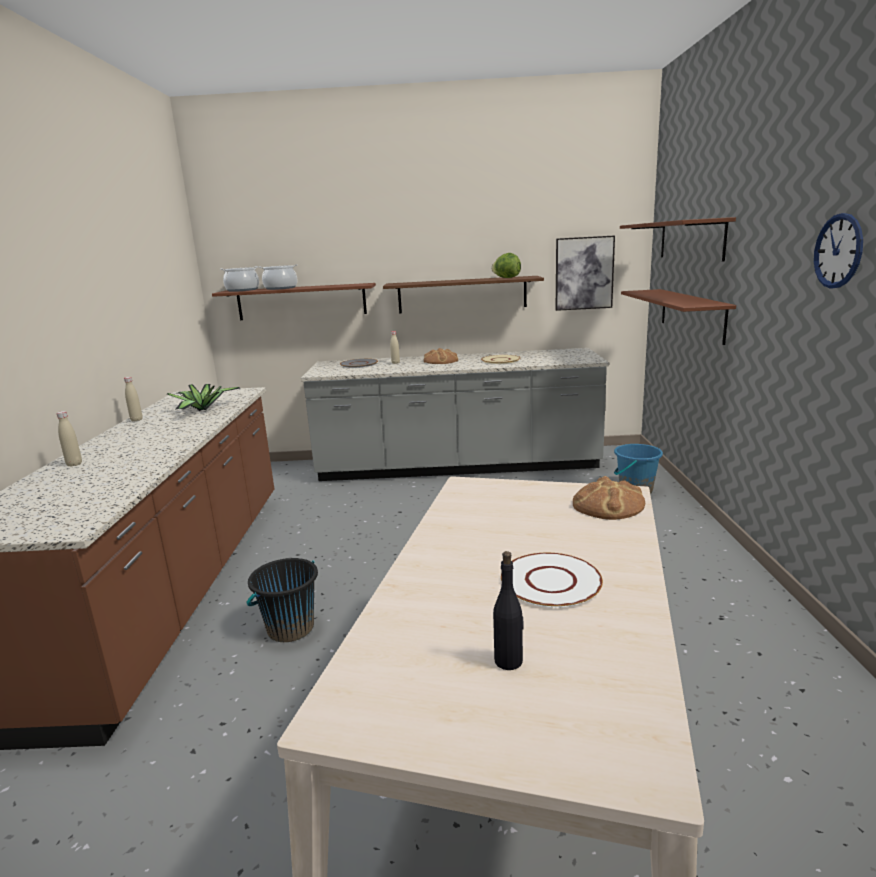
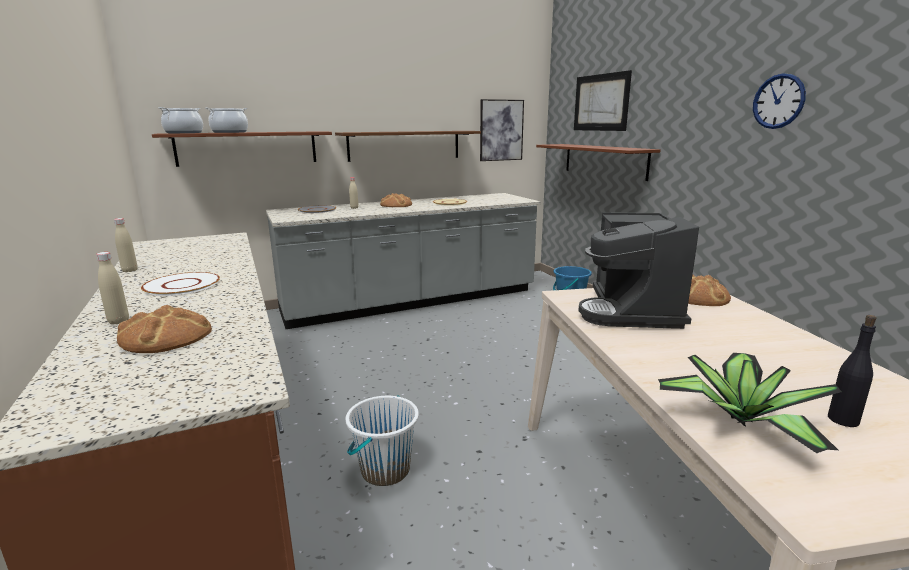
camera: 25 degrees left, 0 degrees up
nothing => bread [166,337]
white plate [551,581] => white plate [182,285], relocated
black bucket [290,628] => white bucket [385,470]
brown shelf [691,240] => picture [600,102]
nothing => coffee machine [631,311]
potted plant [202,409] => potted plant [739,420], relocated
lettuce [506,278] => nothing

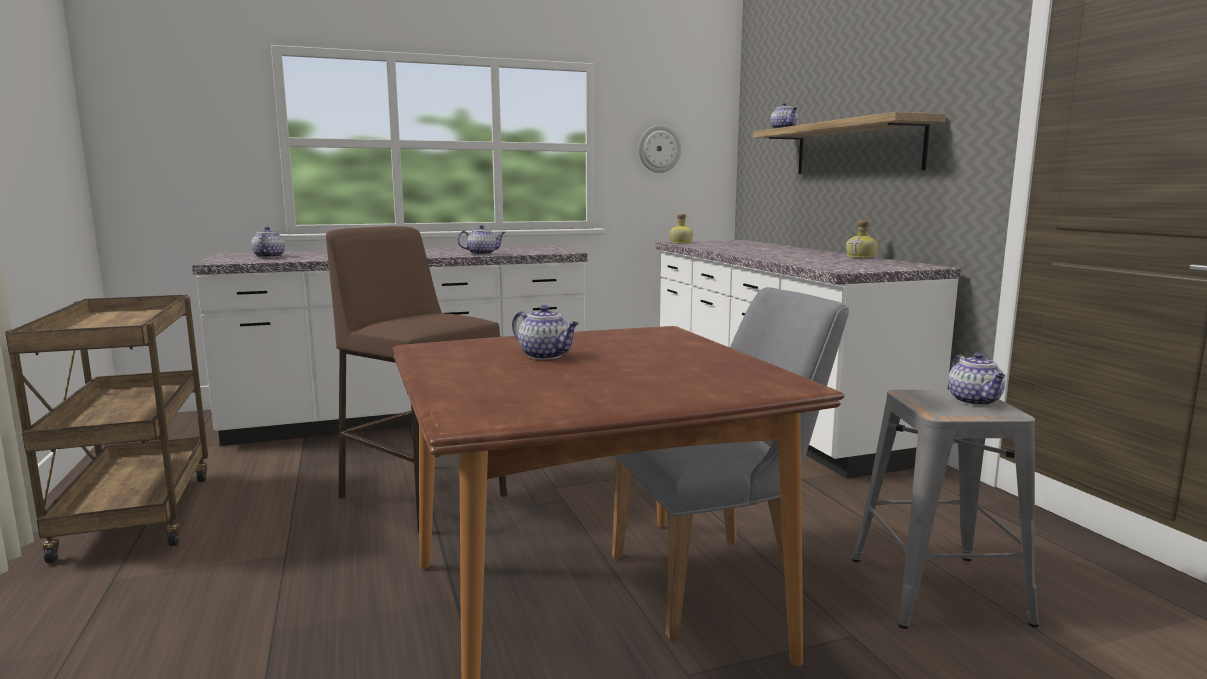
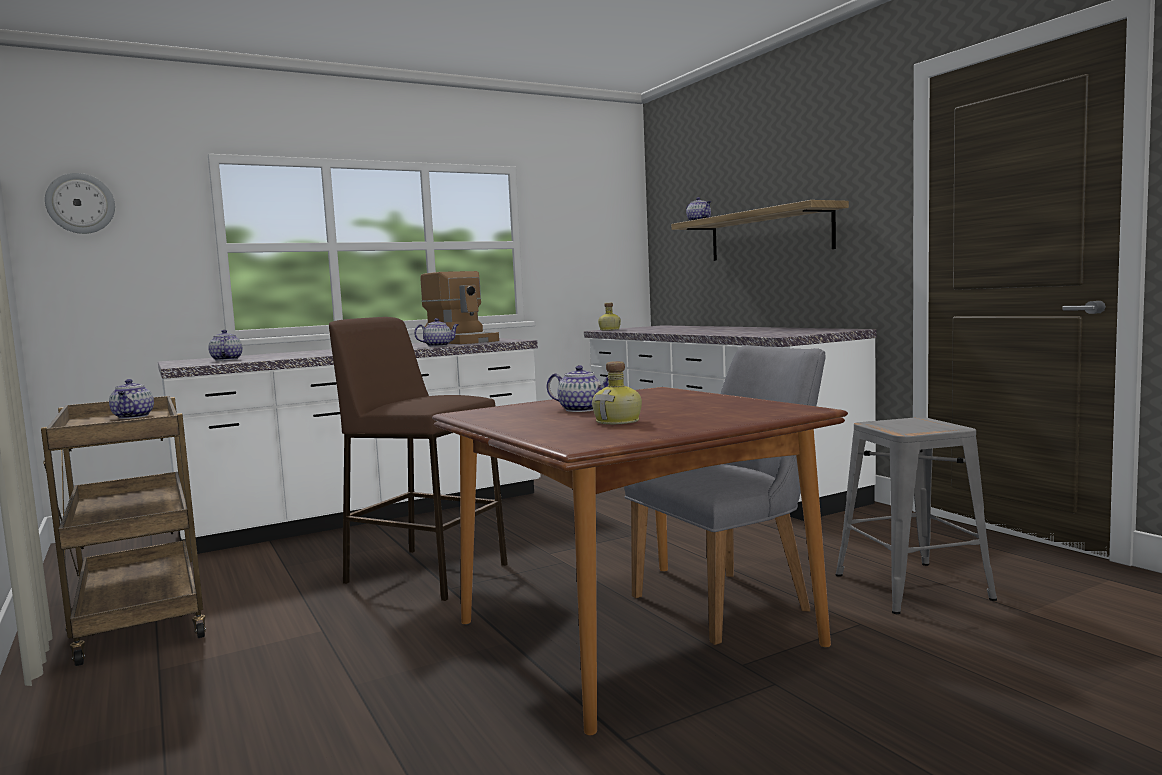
camera: 10 degrees left, 5 degrees down
wall clock [659,149] => wall clock [80,203], relocated
teapot [975,401] => teapot [133,417], relocated
nothing => coffee machine [463,341]
bottle [861,257] => bottle [619,421], relocated

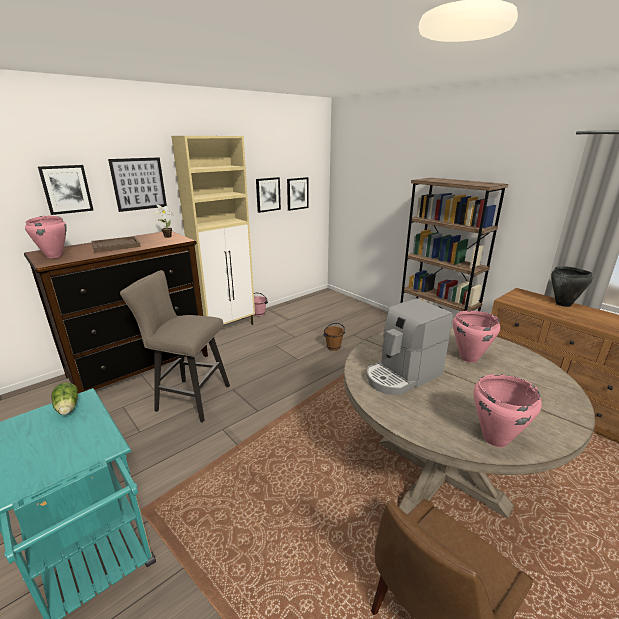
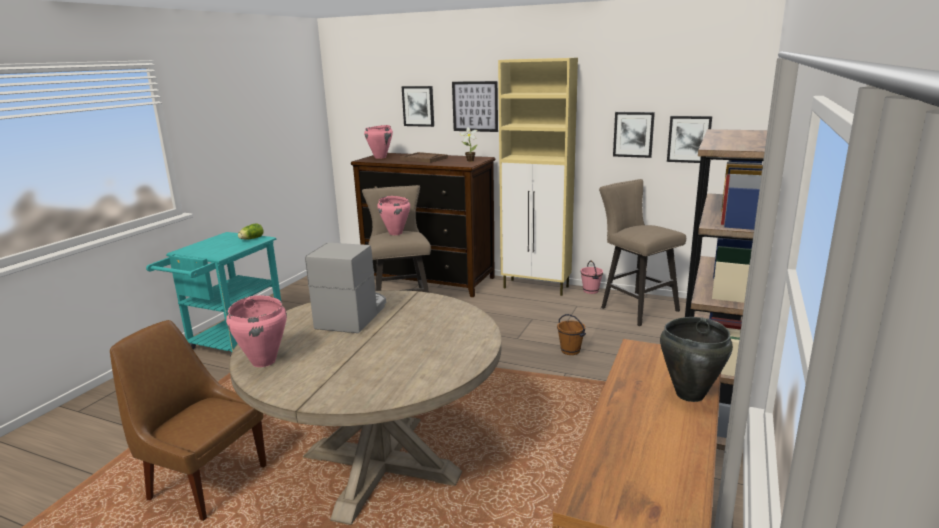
camera: 65 degrees right, 5 degrees down
coffee machine [402,376] => coffee machine [353,315], 75 degrees clockwise
pink cooking pot [468,358] => pink cooking pot [396,233], relocated
nothing => beige stool [635,308]

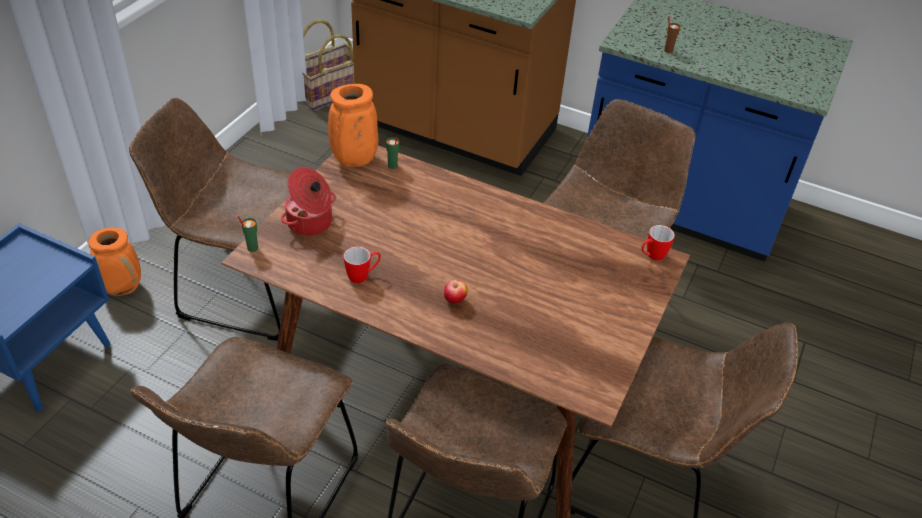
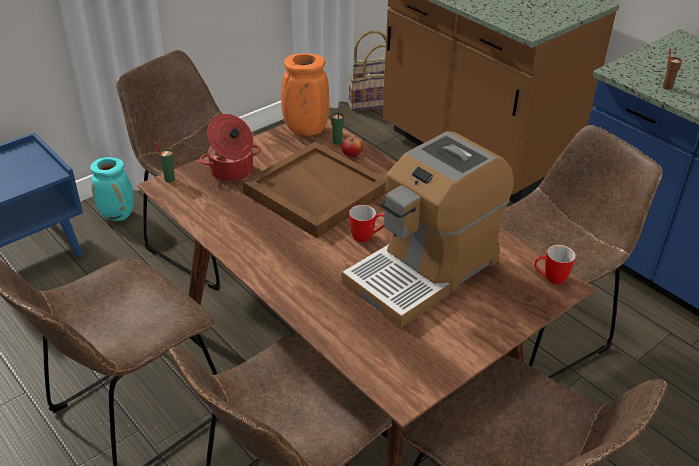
camera: 25 degrees right, 5 degrees down
orange vase [124,288] => turquoise vase [118,215]
nothing => brown tray [314,192]
nothing => coffee machine [424,271]
apple [455,301] => apple [351,156], relocated
mug [363,276] => mug [367,237], relocated

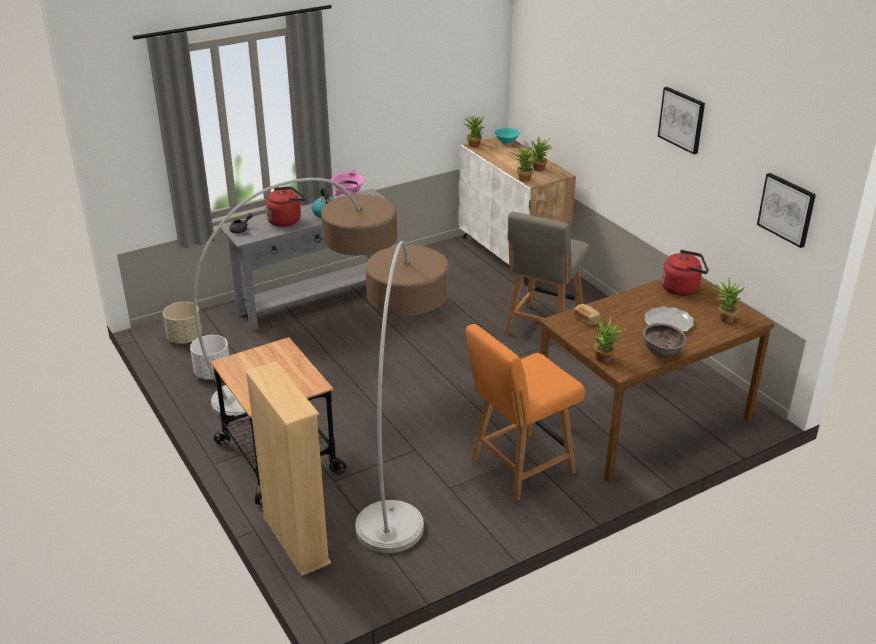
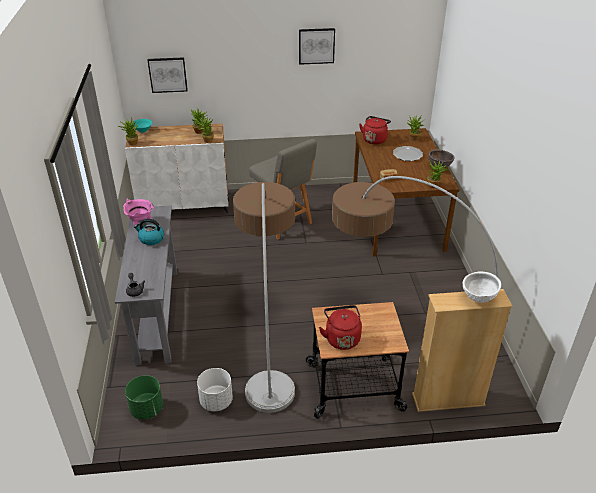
camera: 65 degrees left, 5 degrees up
beige planter [184,338] => green planter [146,409]
picture [787,209] => picture [168,74], relocated
red kettle [286,220] => red kettle [341,338], relocated
nothing => white bowl [478,299]
orange chair [519,467] => nothing

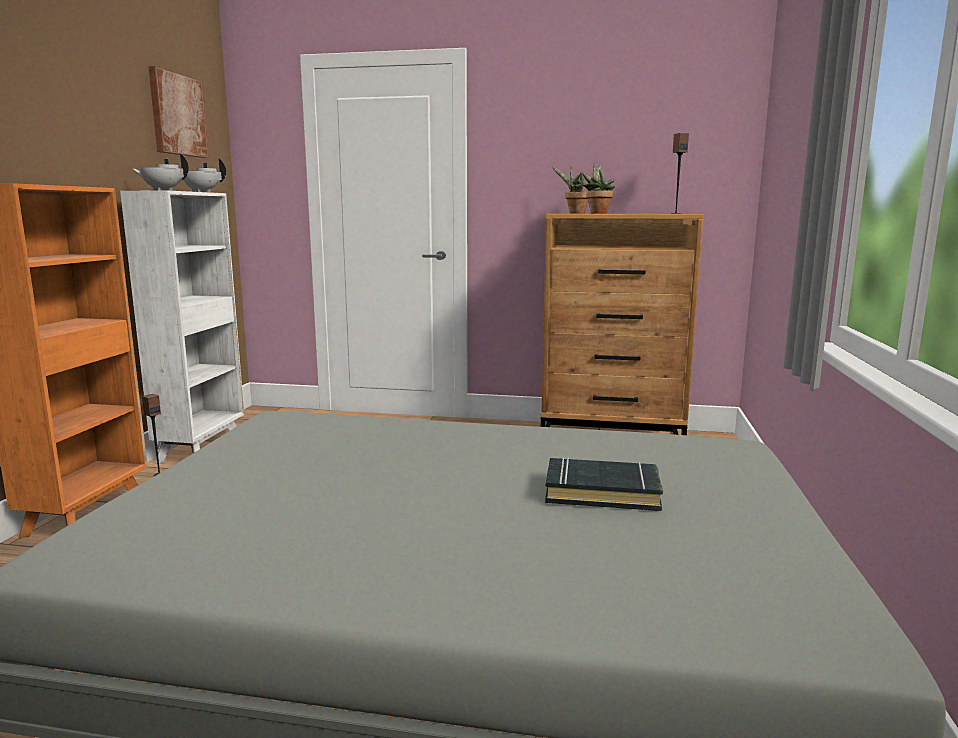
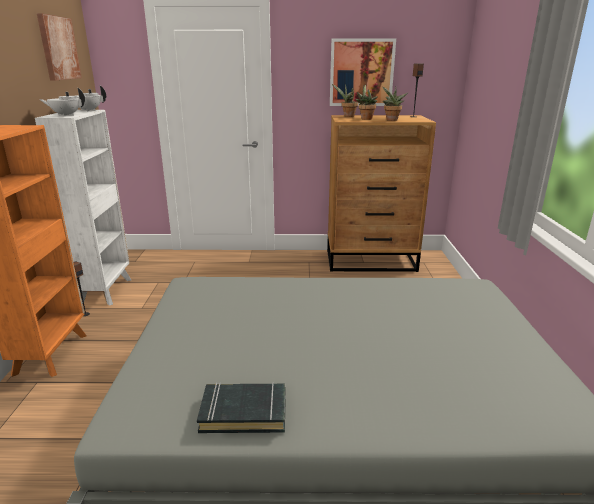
camera: 10 degrees left, 10 degrees up
black book [602,492] => black book [244,412], relocated
nothing => picture [361,73]
nothing => potted plant [391,120]

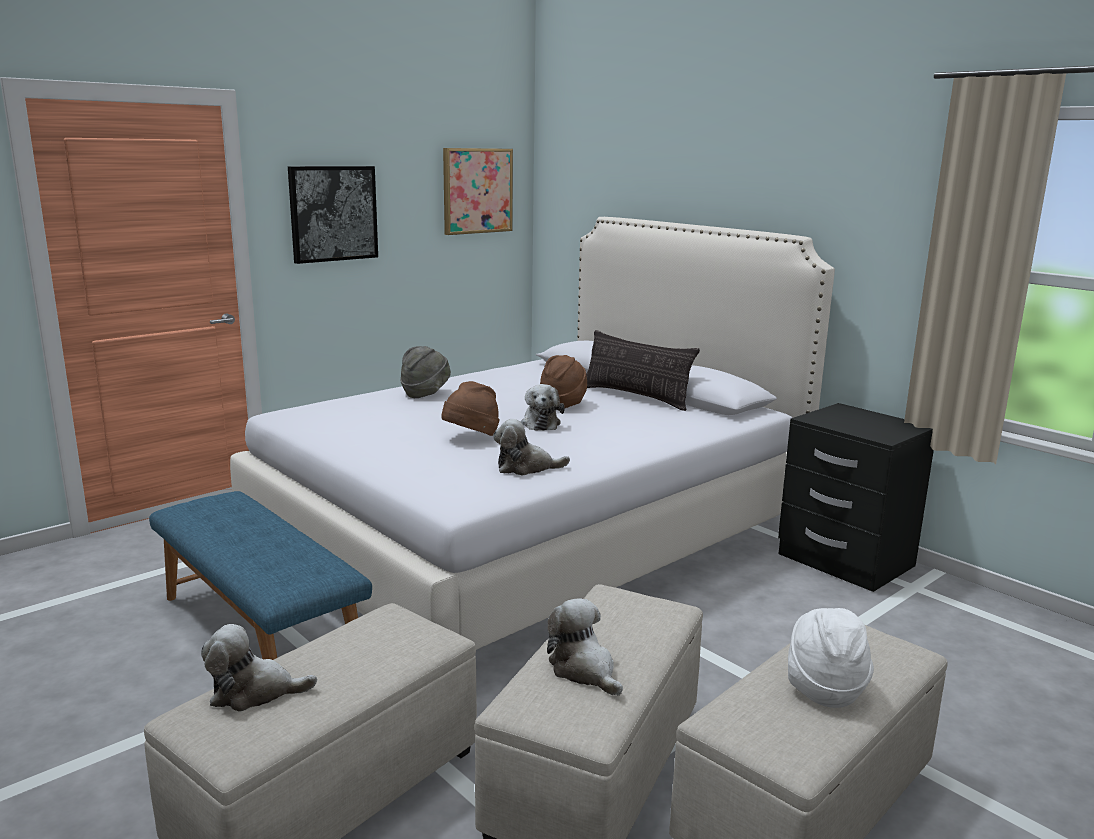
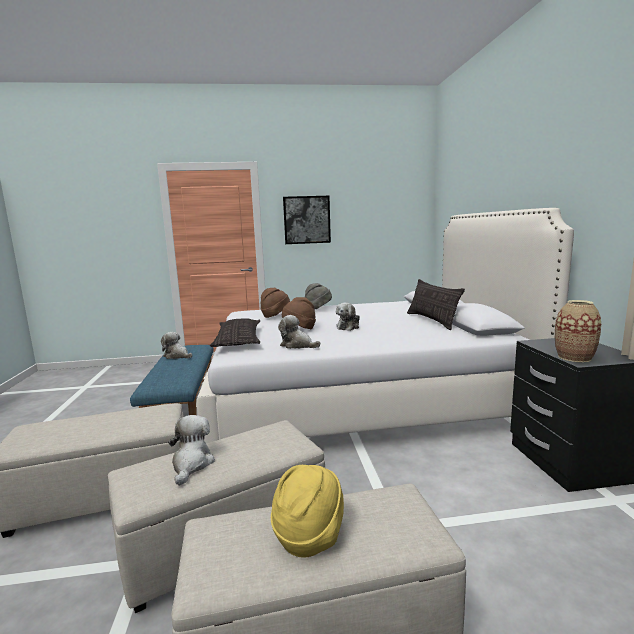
camera: 35 degrees right, 5 degrees down
plush toy [254,692] => plush toy [177,356], relocated
nothing => pillow [238,339]
brown hat [563,404] => brown hat [275,316], relocated
white hat [823,687] => yellow hat [309,535]
nothing => vase [574,357]
picture [477,191] => nothing

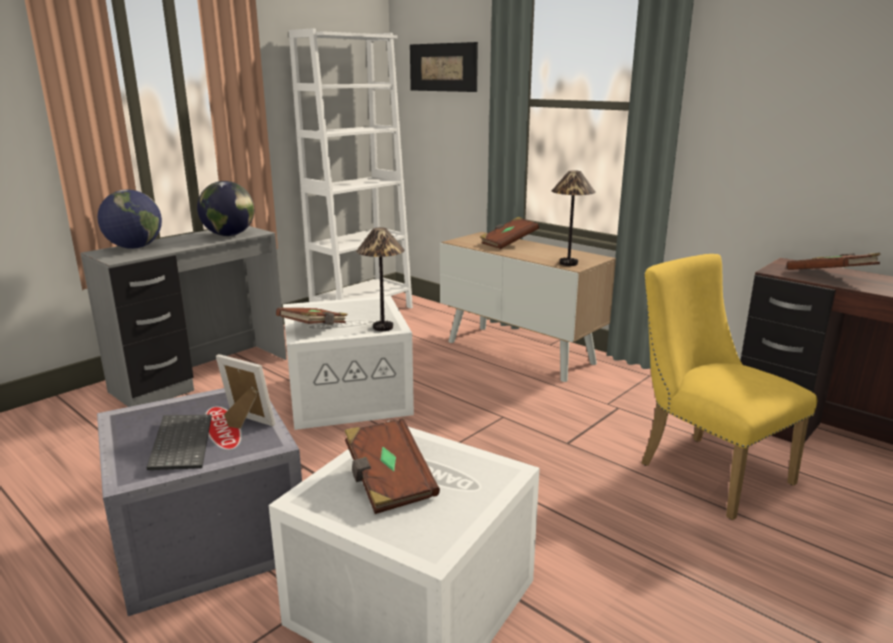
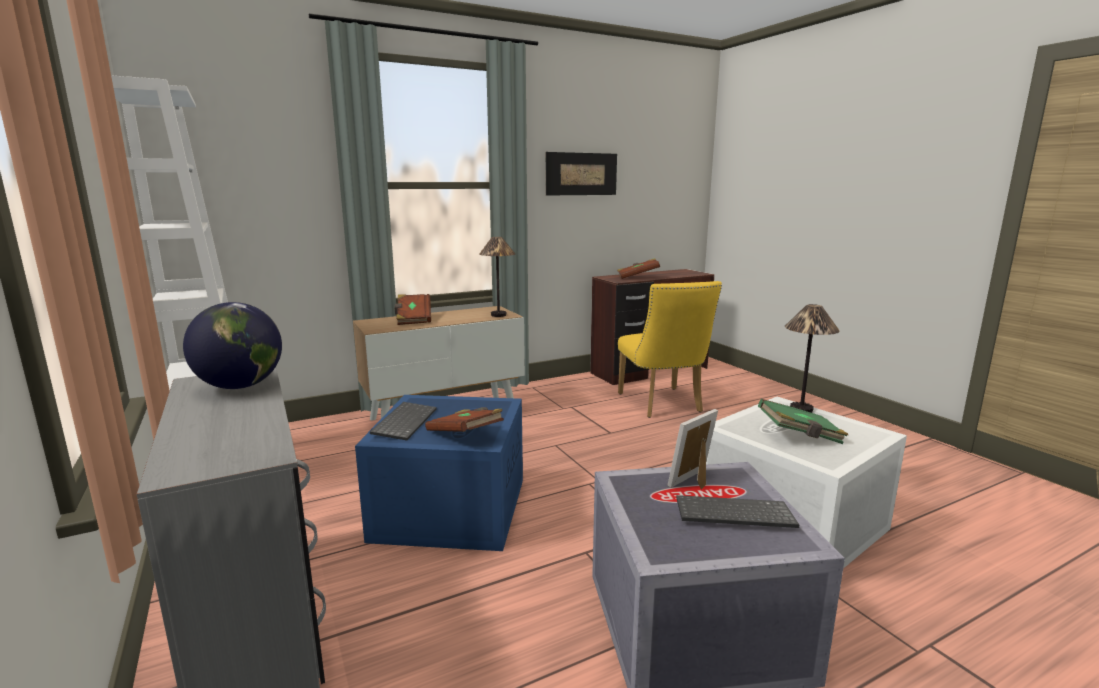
camera: 70 degrees left, 5 degrees down
white storage box [349,395] => blue storage box [449,507]
nothing => keyboard [404,422]
picture [443,67] => picture [581,174], relocated
yellow chair [705,469] => yellow chair [662,405], 90 degrees counterclockwise
brown book [388,482] => green book [800,436]
table lamp [383,328] => table lamp [802,409], relocated
globe [134,247] => nothing

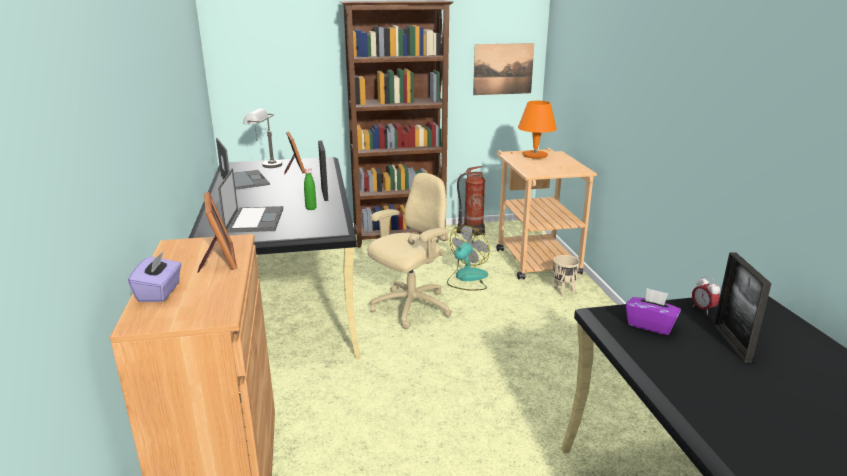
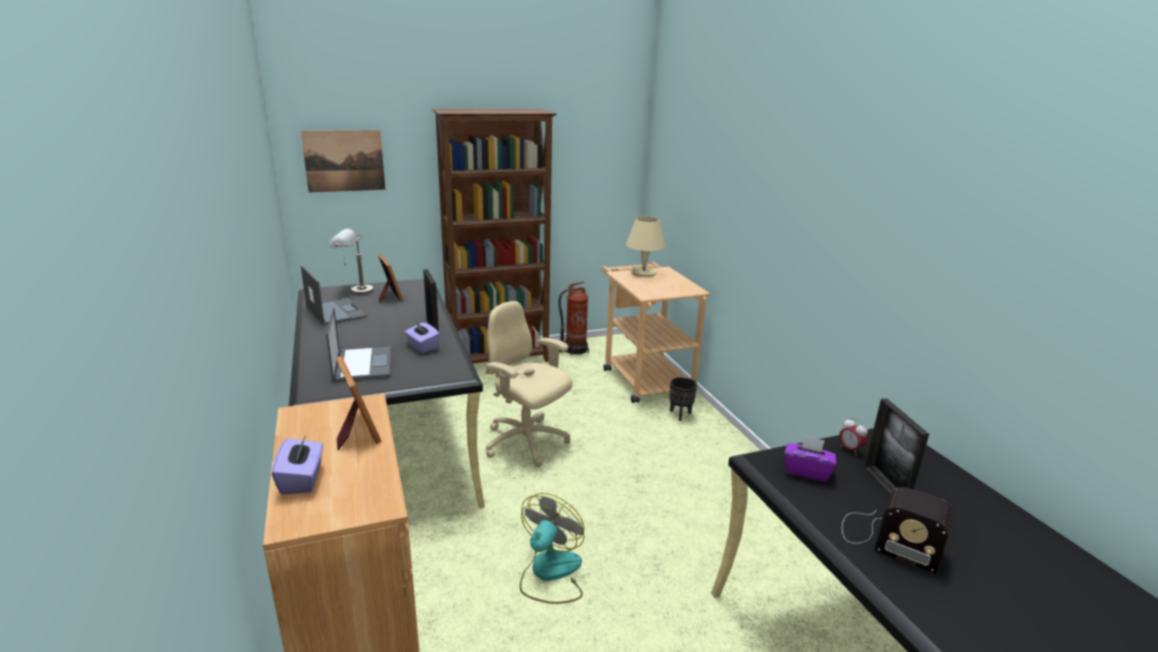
camera: 10 degrees left, 0 degrees up
picture [503,69] => picture [344,161], relocated
green bottle [311,208] => purple tissue box [422,347]
beige office chair [410,308] => beige office chair [526,443], 90 degrees counterclockwise
fan [466,278] => fan [550,574], relocated
orange table lamp [534,155] => beige table lamp [643,272]
beige planter [563,292] => black planter [680,415]
nothing => radio [886,539]

